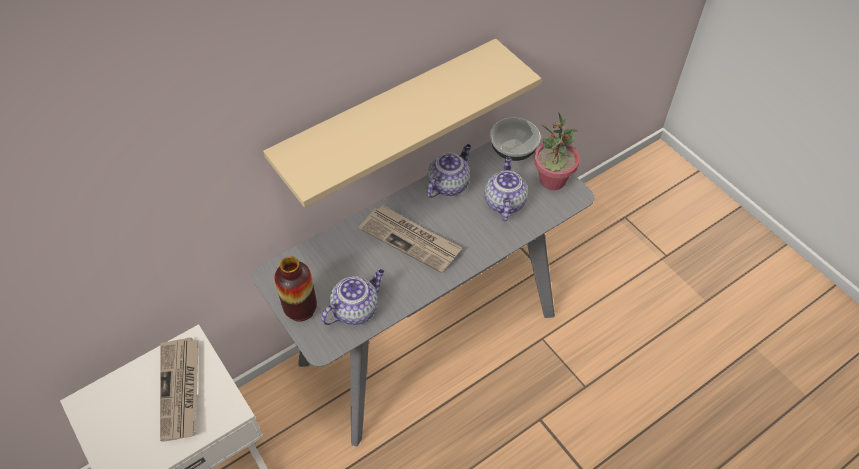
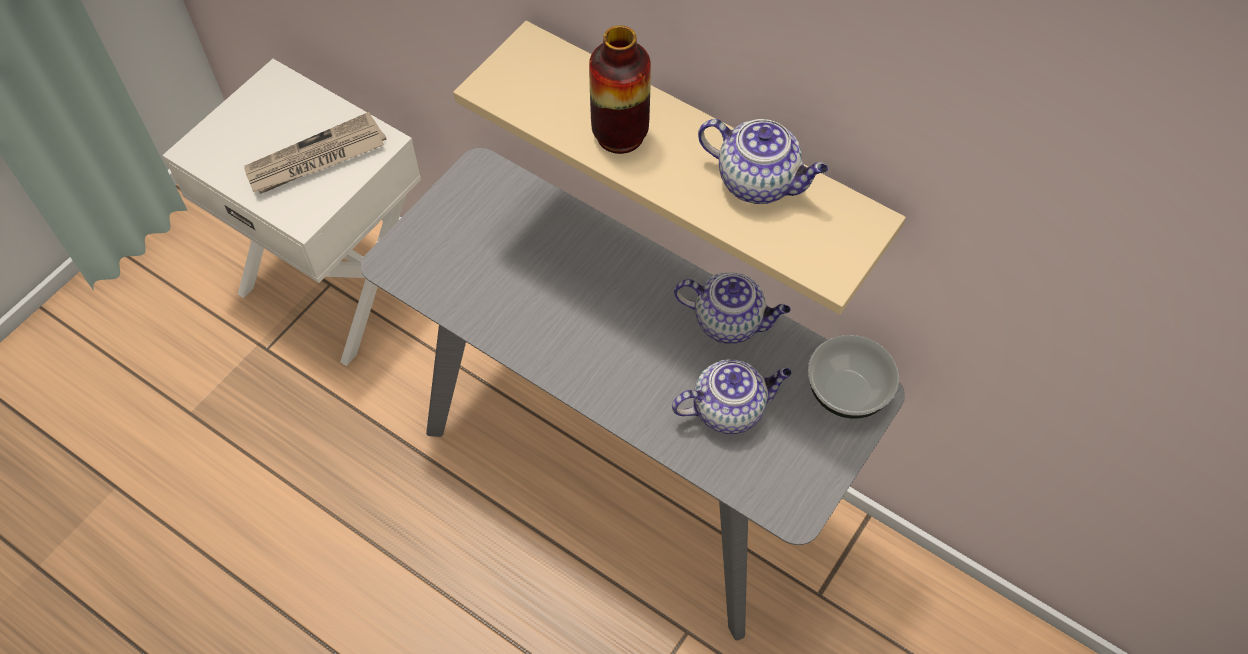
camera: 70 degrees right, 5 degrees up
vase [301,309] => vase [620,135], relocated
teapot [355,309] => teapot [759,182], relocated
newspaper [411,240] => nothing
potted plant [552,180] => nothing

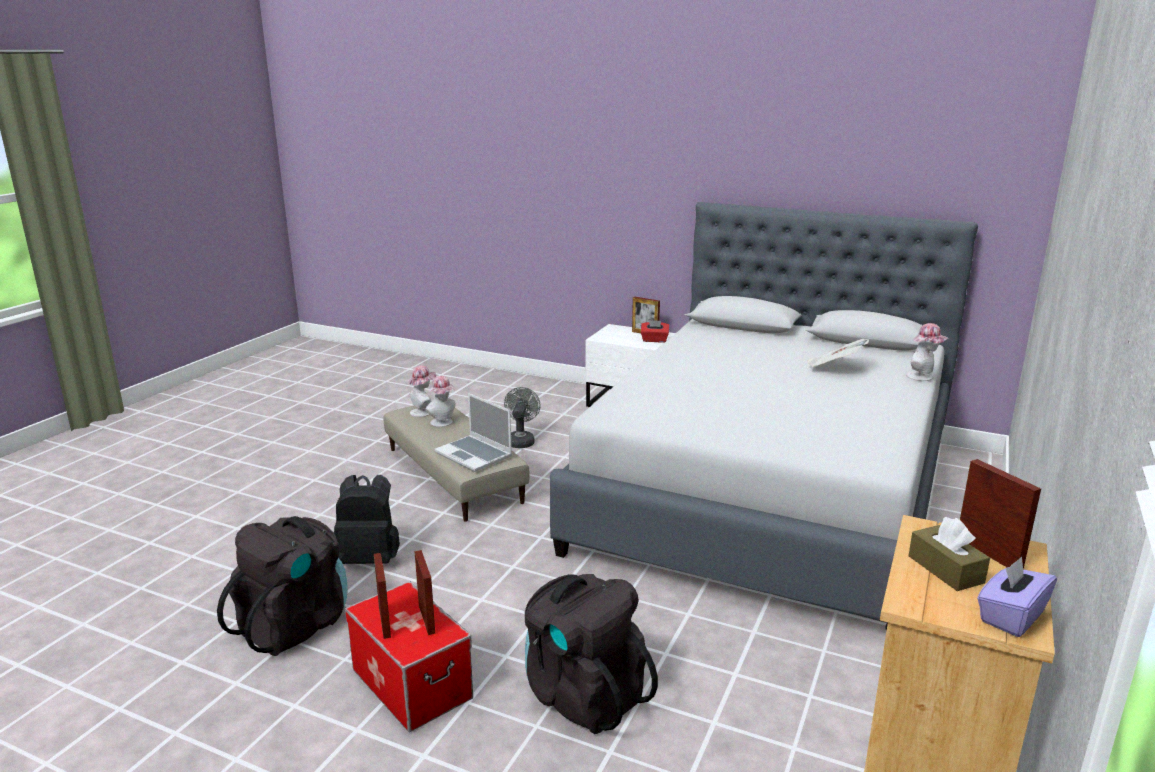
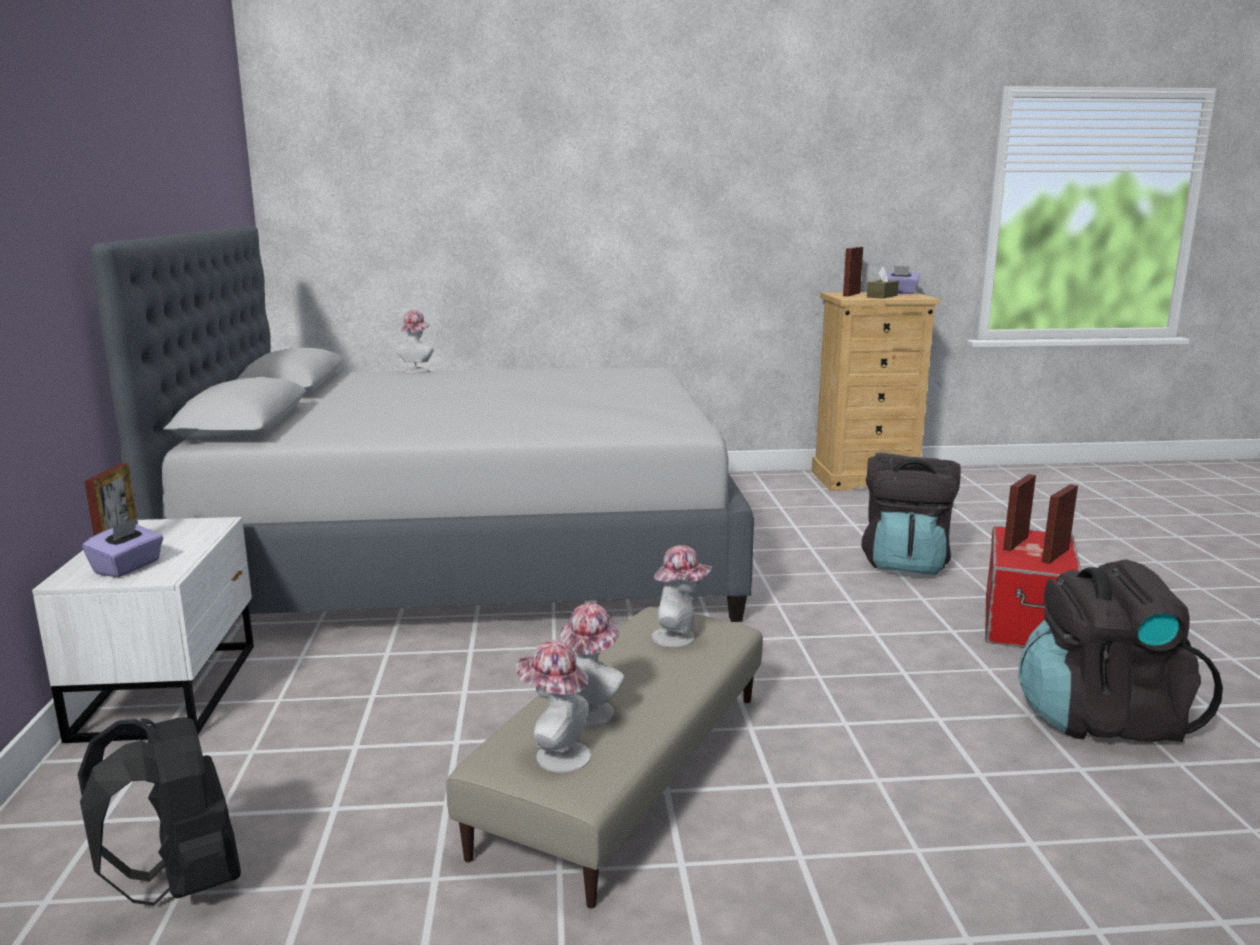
camera: 120 degrees left, 5 degrees down
black backpack [369,558] => black backpack [181,882], relocated
nothing => purple tissue box [128,567]
laptop [475,455] => hat [679,638]
grey fan [521,440] => nothing
red tissue box [654,340] => nothing
newspaper [834,368] => nothing

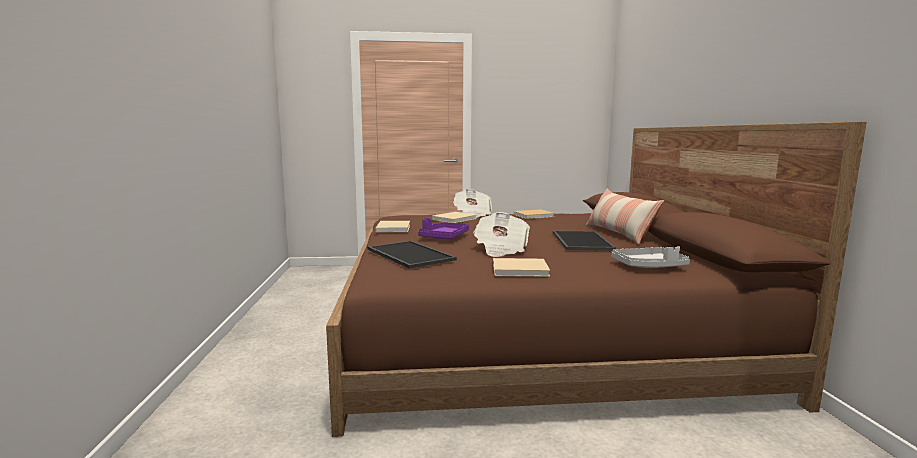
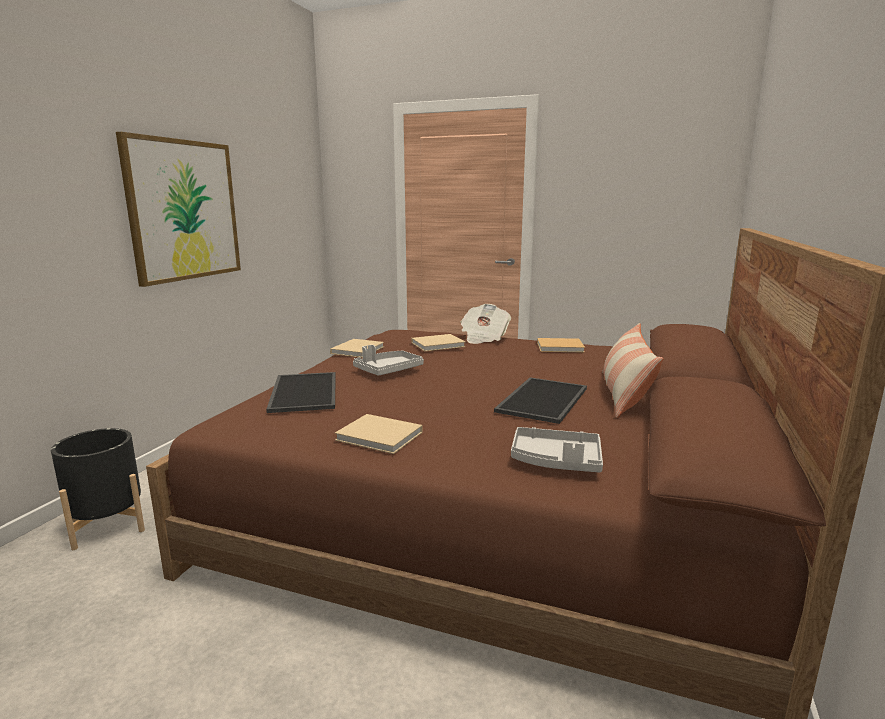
camera: 25 degrees right, 5 degrees up
nothing => black planter [108,525]
nothing => picture [184,210]
purple tray [444,237] => grey tray [388,370]
newspaper [500,250] => nothing

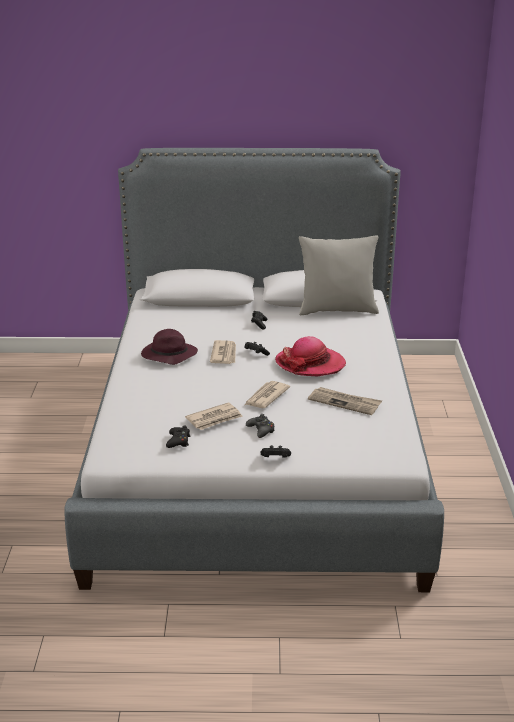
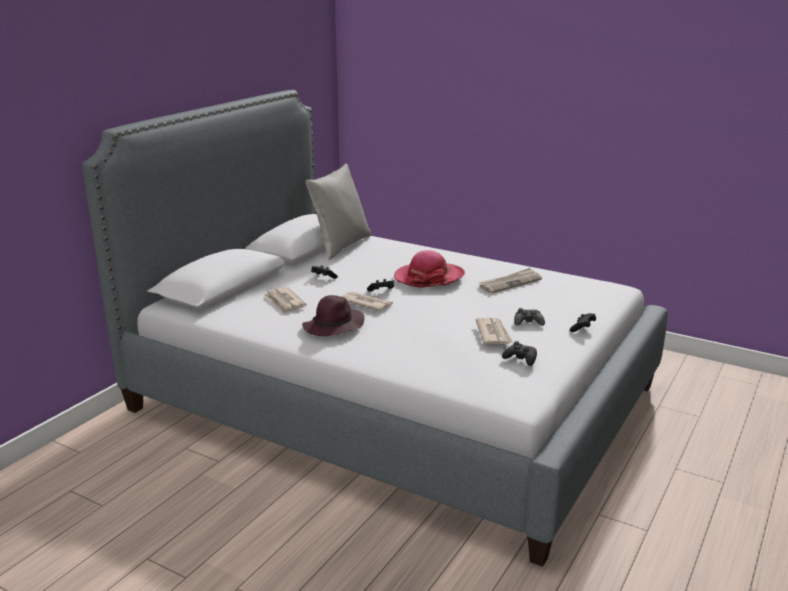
camera: 60 degrees left, 5 degrees down
newspaper [266,397] => newspaper [285,302], relocated

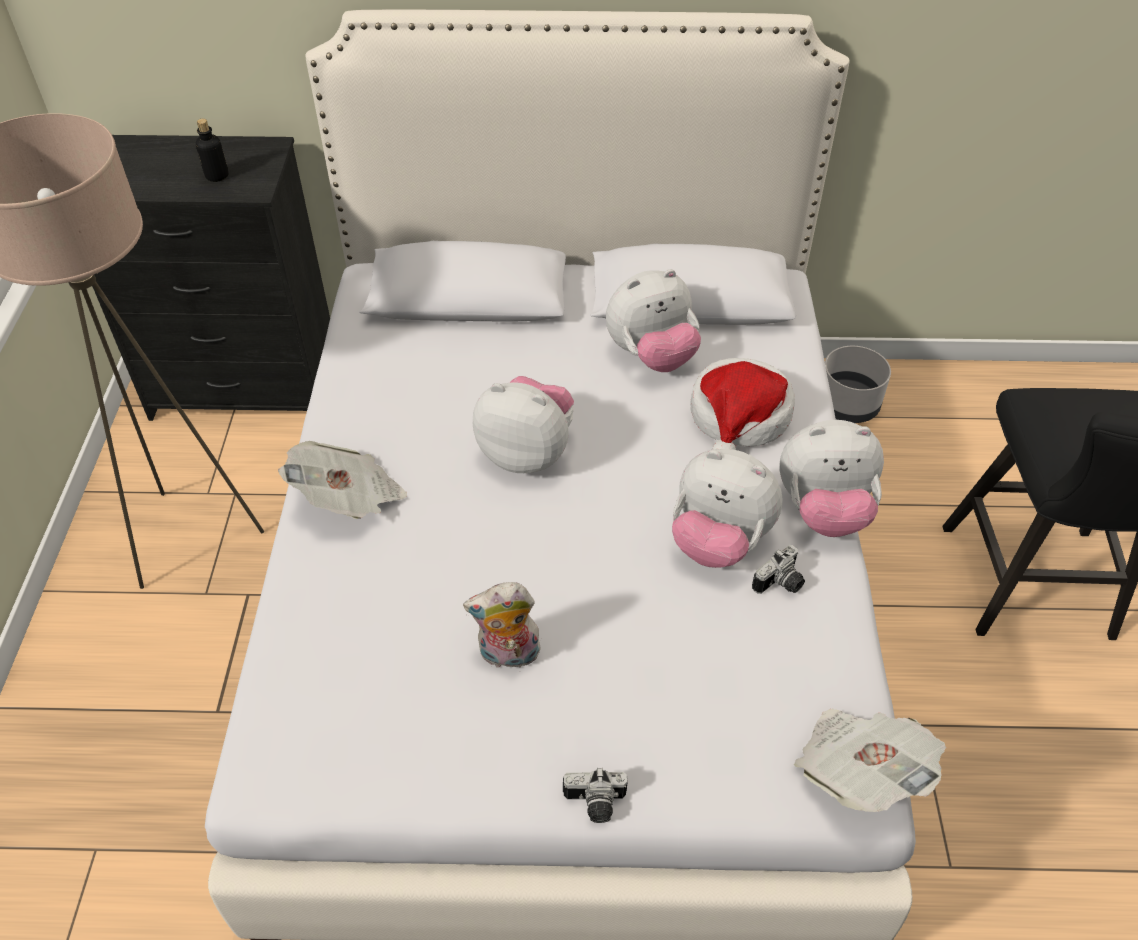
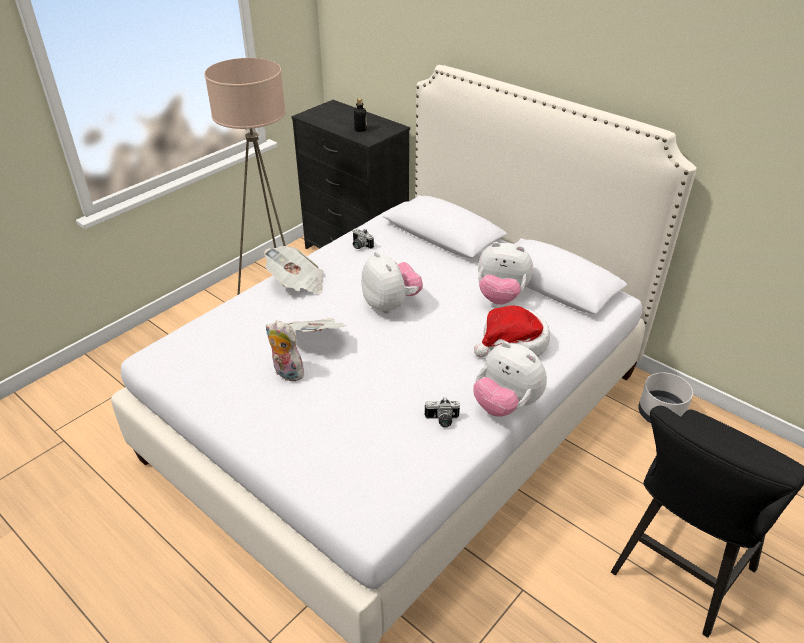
camera: 40 degrees right, 10 degrees down
newspaper [859,770] => newspaper [316,338], relocated
photo camera [595,804] => photo camera [360,246], relocated
plush toy [718,541] => nothing

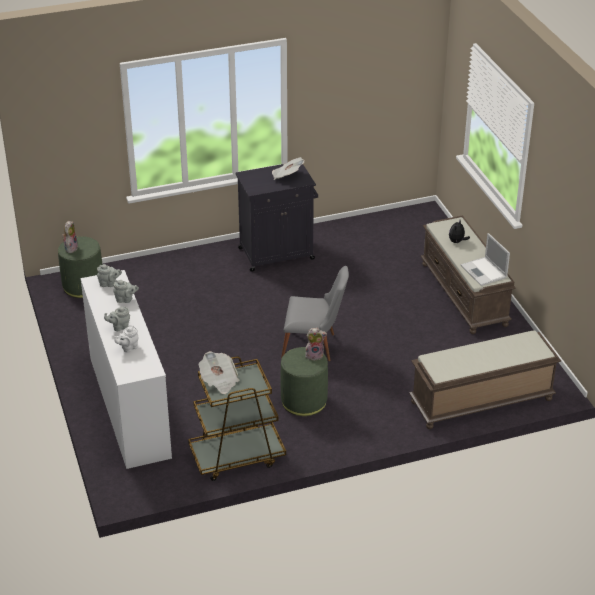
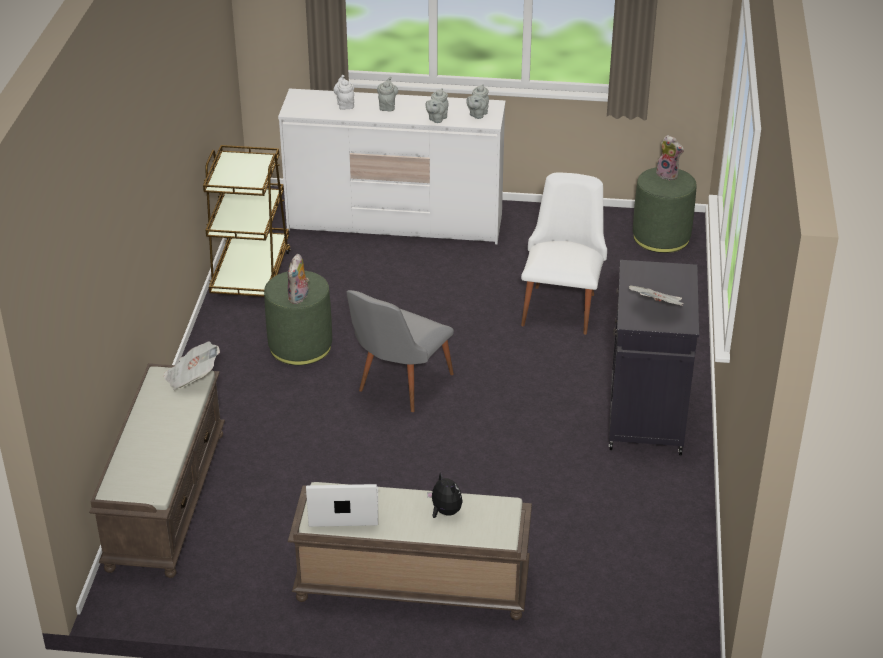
camera: 115 degrees right, 0 degrees up
newspaper [219,381] => newspaper [192,377], relocated
nothing => white chair [562,305]

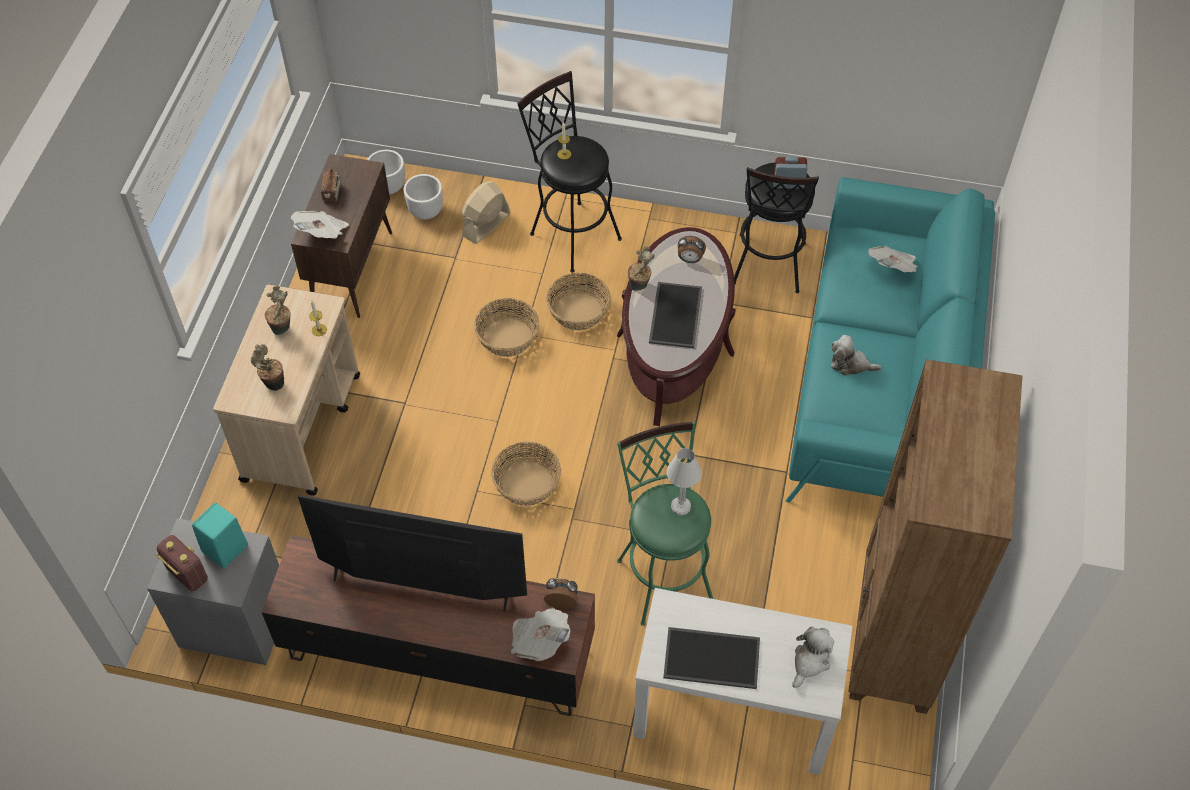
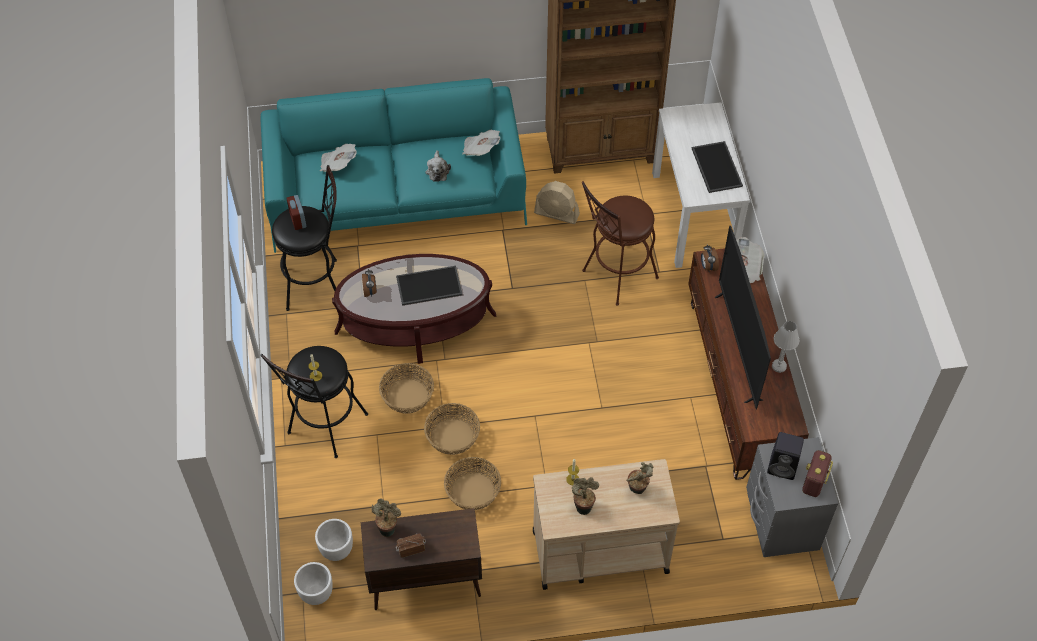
camera: 110 degrees left, 0 degrees up
potted plant [640,286] => potted plant [388,528], relocated
basket [527,483] => basket [473,491], relocated
newspaper [322,233] => newspaper [480,149], relocated
beige fan [486,225] => beige fan [556,213], relocated
green stool [662,573] => brown stool [615,277]
turquoise speaker [224,550] => black speaker [783,467]
white table lamp [680,507] => white table lamp [779,366], relocated
plush toy [810,661] => nothing

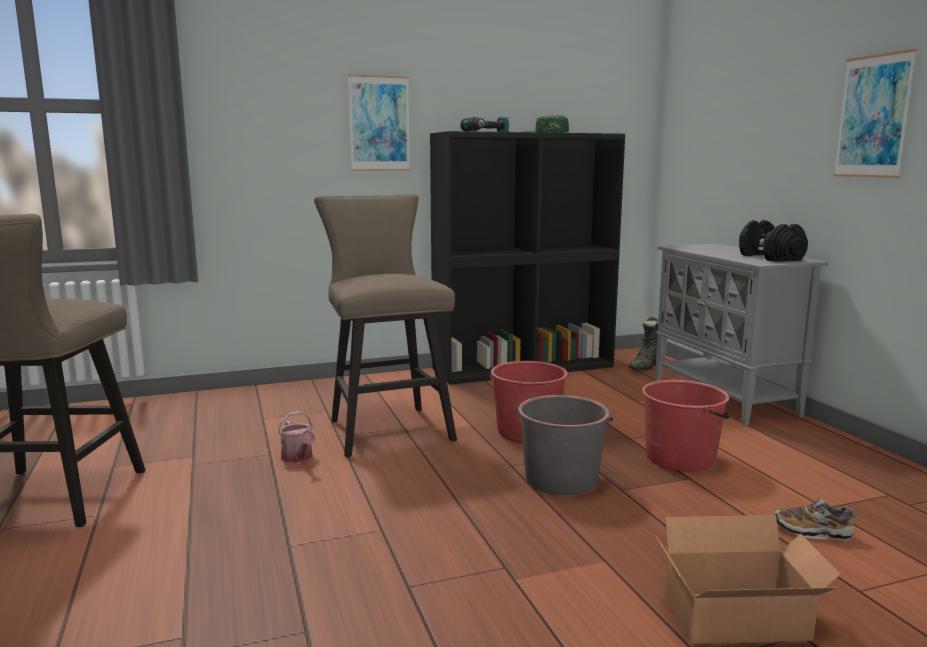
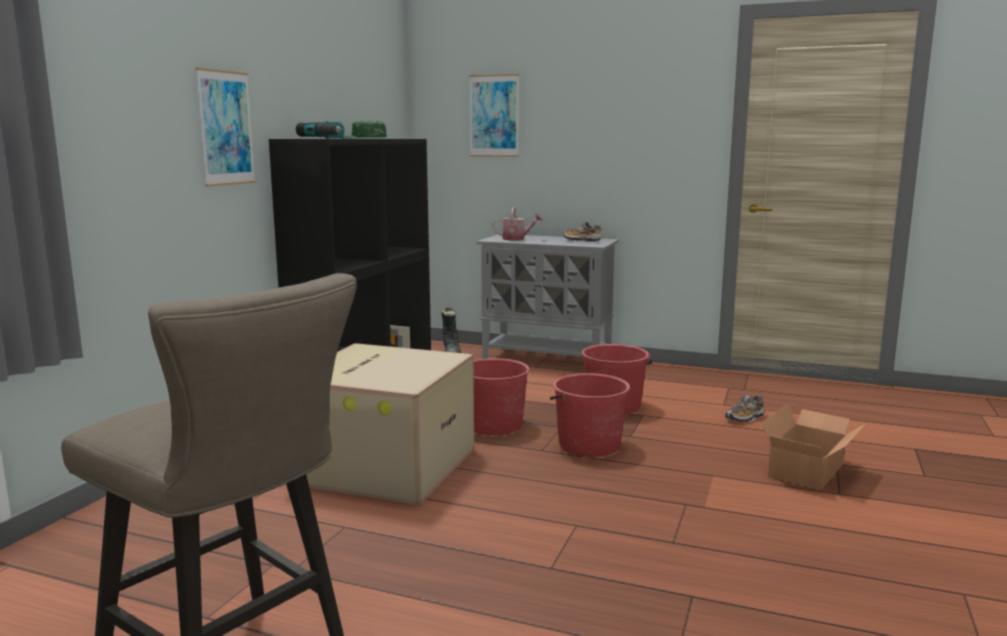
camera: 50 degrees left, 0 degrees up
beige stool [386,427] => cardboard box [384,464]
picture [873,116] => picture [494,116], relocated
watering can [298,458] => watering can [517,239], relocated
grey bucket [561,479] => red bucket [588,445]
black dumbbell [769,257] => shoe [581,240]

